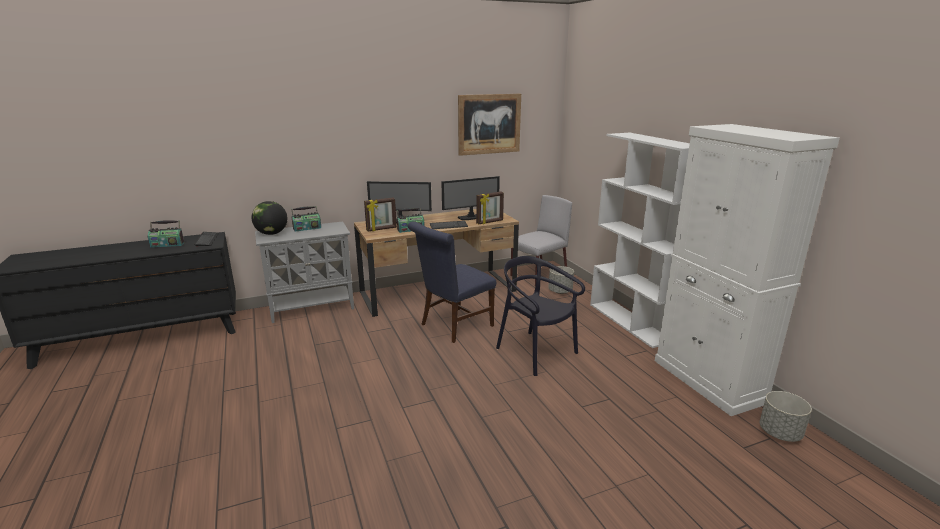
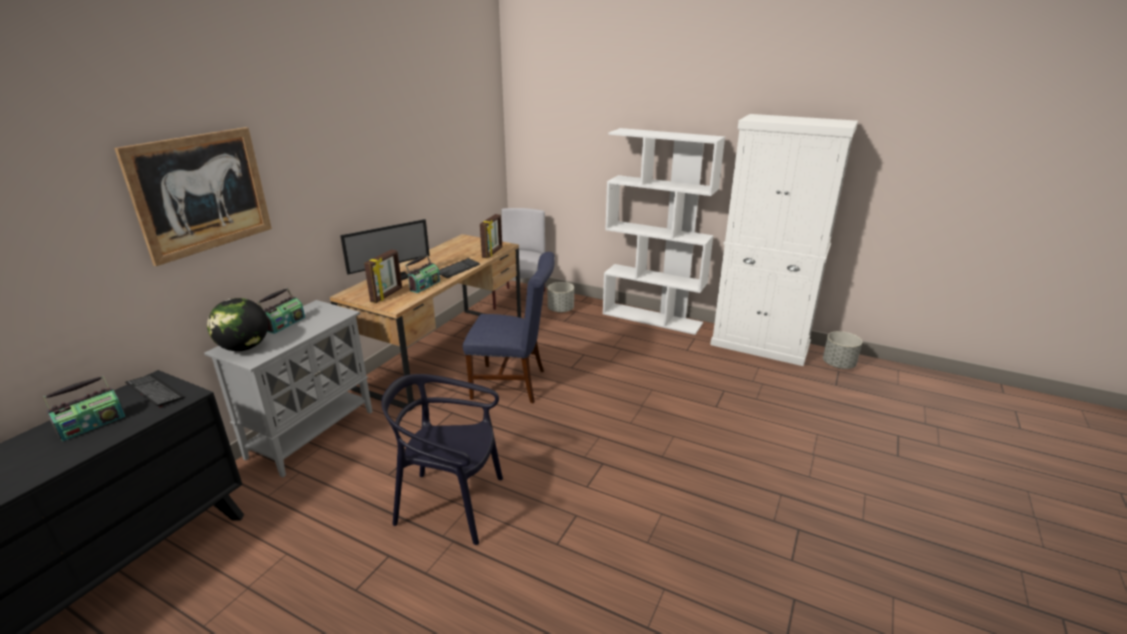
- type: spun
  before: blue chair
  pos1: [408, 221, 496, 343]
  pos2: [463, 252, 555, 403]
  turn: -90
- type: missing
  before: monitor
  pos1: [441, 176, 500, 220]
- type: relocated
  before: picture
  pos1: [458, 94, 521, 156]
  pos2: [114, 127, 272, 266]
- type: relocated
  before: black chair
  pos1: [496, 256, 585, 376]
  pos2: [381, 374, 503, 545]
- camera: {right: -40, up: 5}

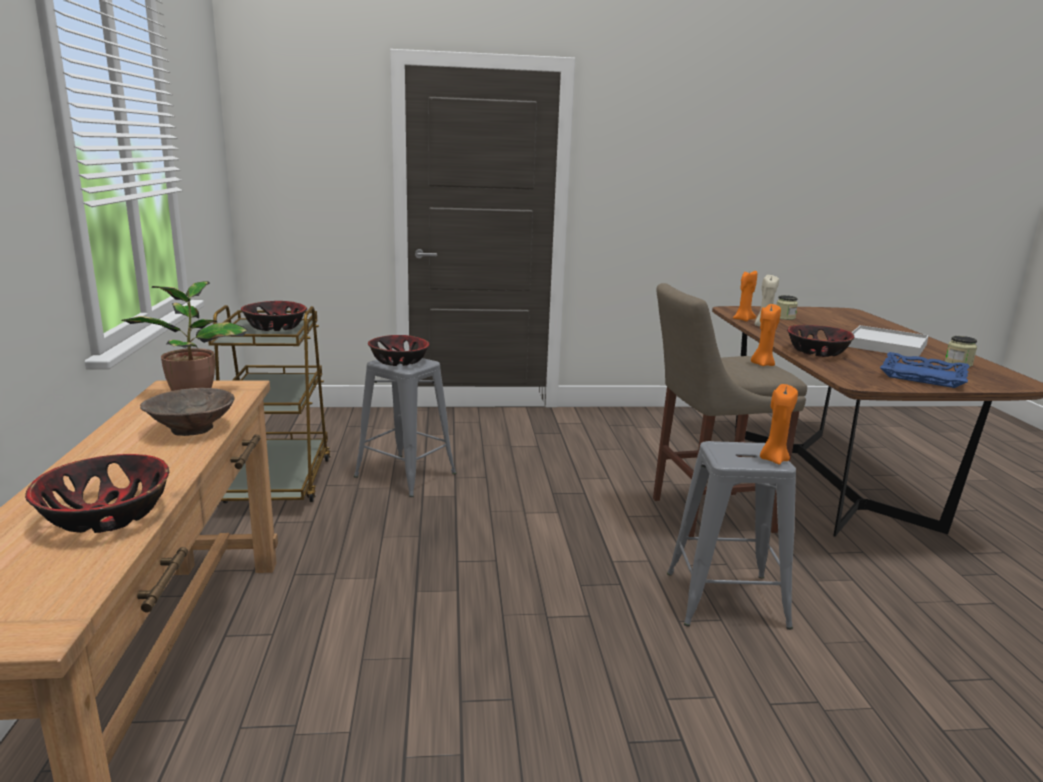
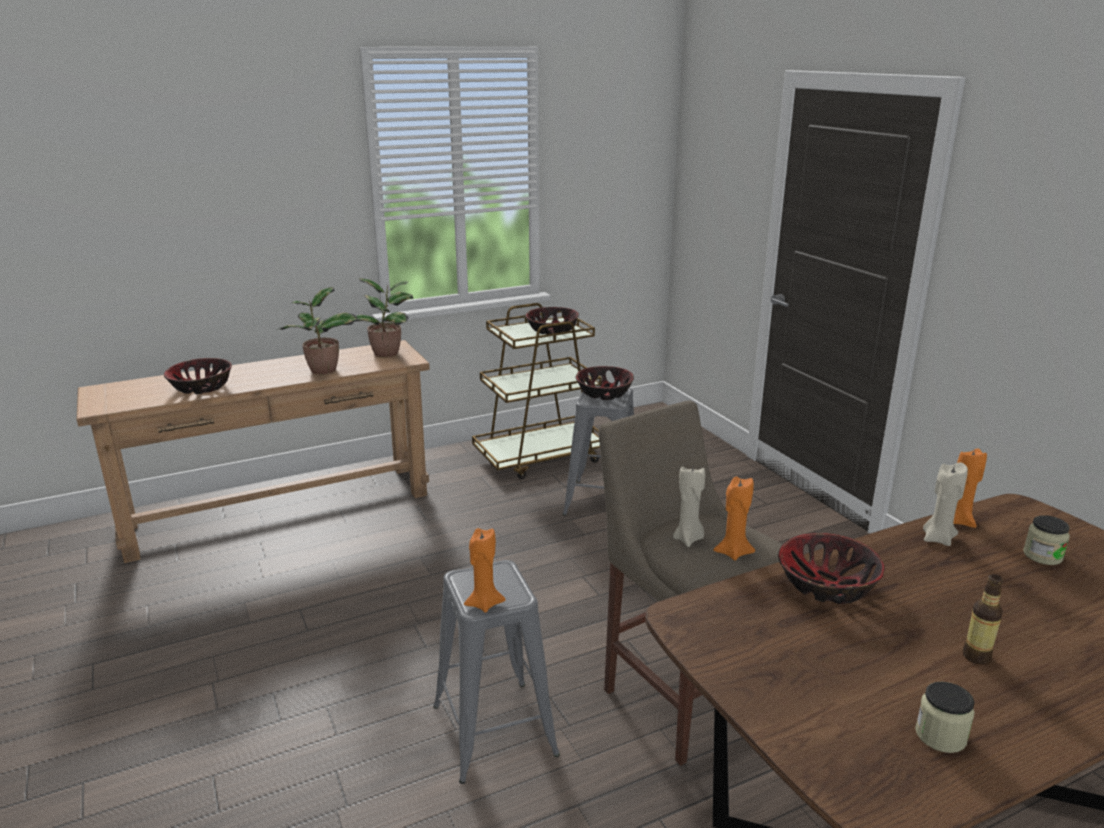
- type: exchanged
  before: brown bowl
  after: potted plant
  pos1: [140, 388, 235, 436]
  pos2: [278, 287, 357, 374]
- type: exchanged
  before: white tray
  after: bottle
  pos1: [846, 325, 929, 356]
  pos2: [963, 574, 1003, 665]
- type: missing
  before: blue tray
  pos1: [880, 352, 969, 388]
- type: appeared
  after: beige candle
  pos2: [673, 466, 705, 547]
- camera: {right: 70, up: 5}

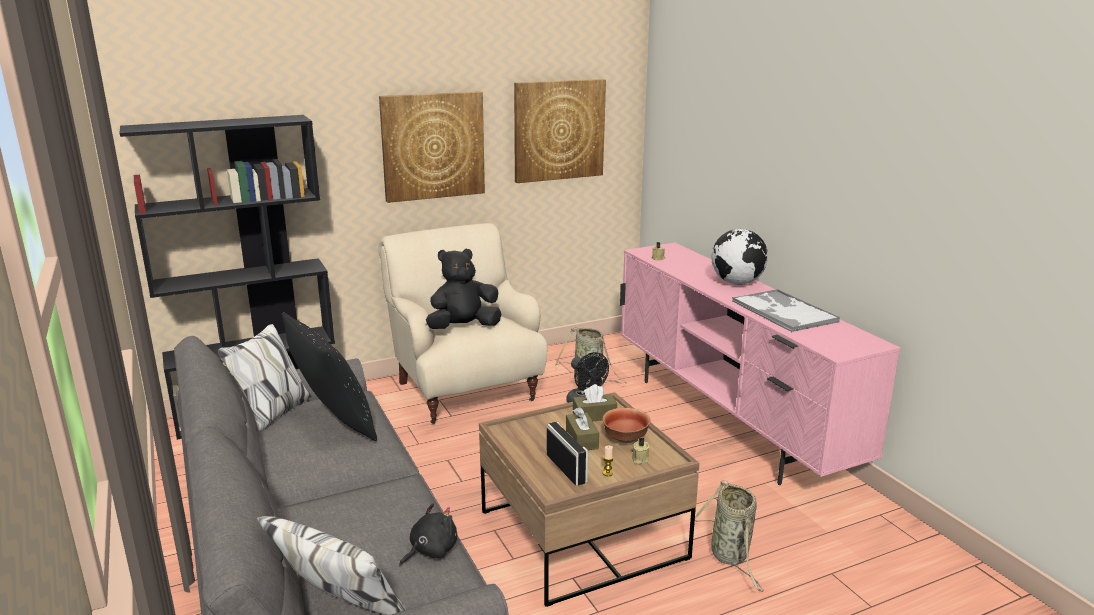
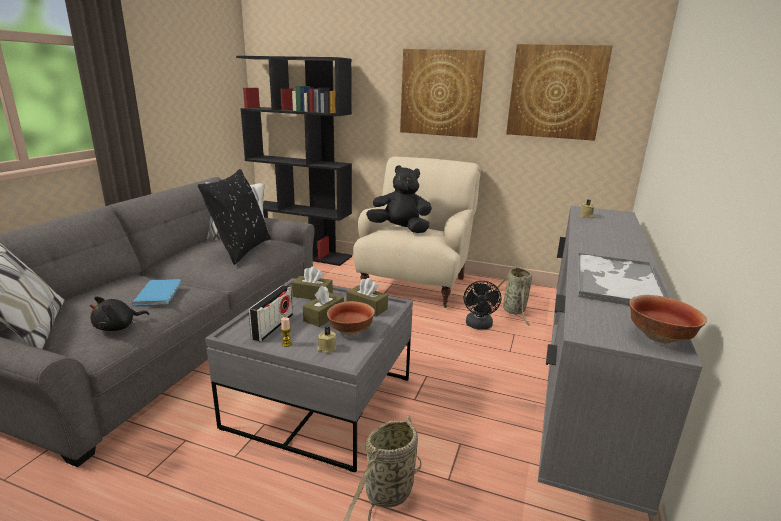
- type: spun
  before: black plush toy
  pos1: [399, 503, 457, 566]
  pos2: [89, 297, 149, 331]
  turn: 135
- type: colour
  before: brown coffee table
  after: grey coffee table
  pos1: [479, 392, 700, 607]
  pos2: [205, 278, 413, 473]
- type: colour
  before: pink tv stand
  after: grey tv stand
  pos1: [620, 243, 900, 485]
  pos2: [538, 206, 703, 516]
- type: missing
  before: globe
  pos1: [711, 229, 768, 285]
- type: appeared
  after: blue book
  pos2: [132, 279, 181, 306]
- type: appeared
  after: brown tissue box
  pos2: [292, 266, 333, 300]
- type: appeared
  after: bowl
  pos2: [629, 295, 707, 344]
- camera: {right: 45, up: 0}

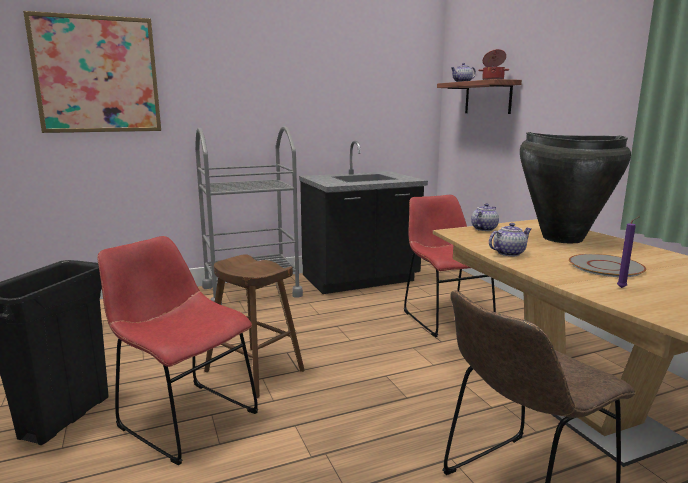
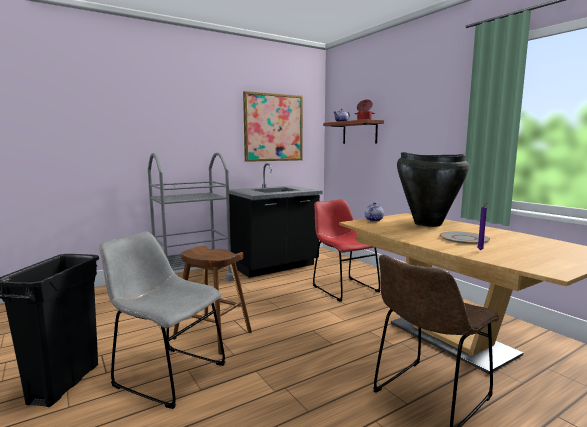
- type: relocated
  before: picture
  pos1: [23, 11, 161, 133]
  pos2: [243, 91, 303, 162]
- type: colour
  before: red chair
  after: grey chair
  pos1: [97, 236, 258, 465]
  pos2: [99, 231, 225, 409]
- type: missing
  before: teapot
  pos1: [489, 223, 531, 256]
- camera: {right: -10, up: -5}

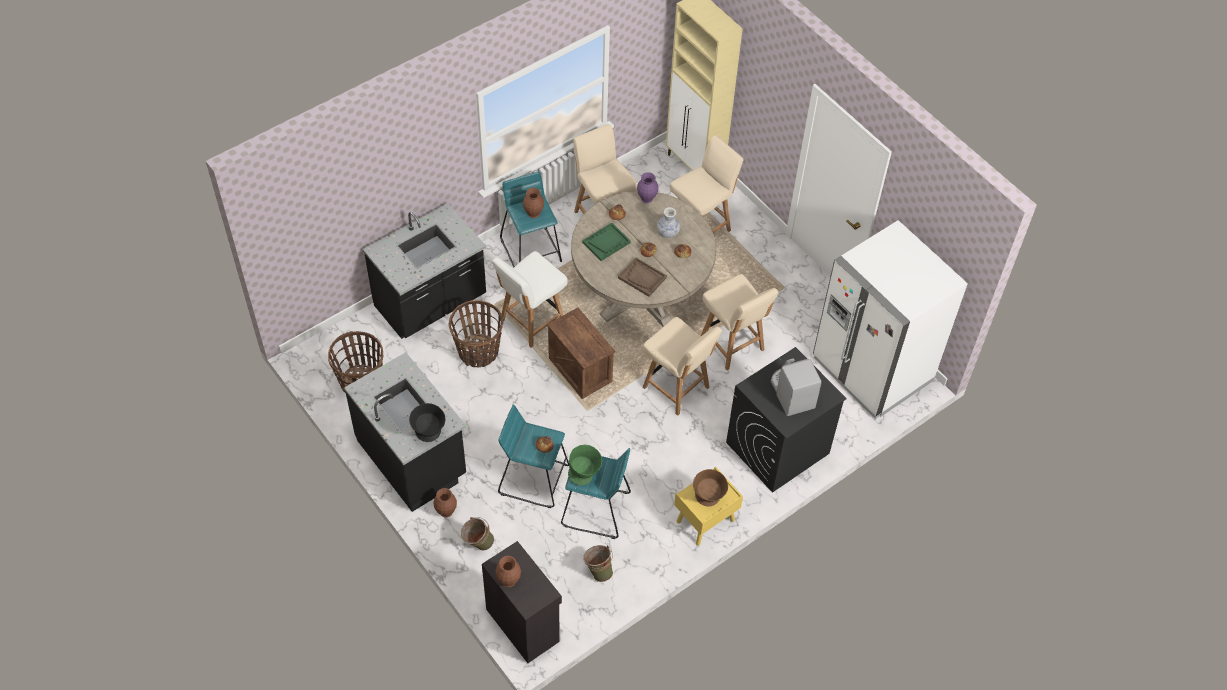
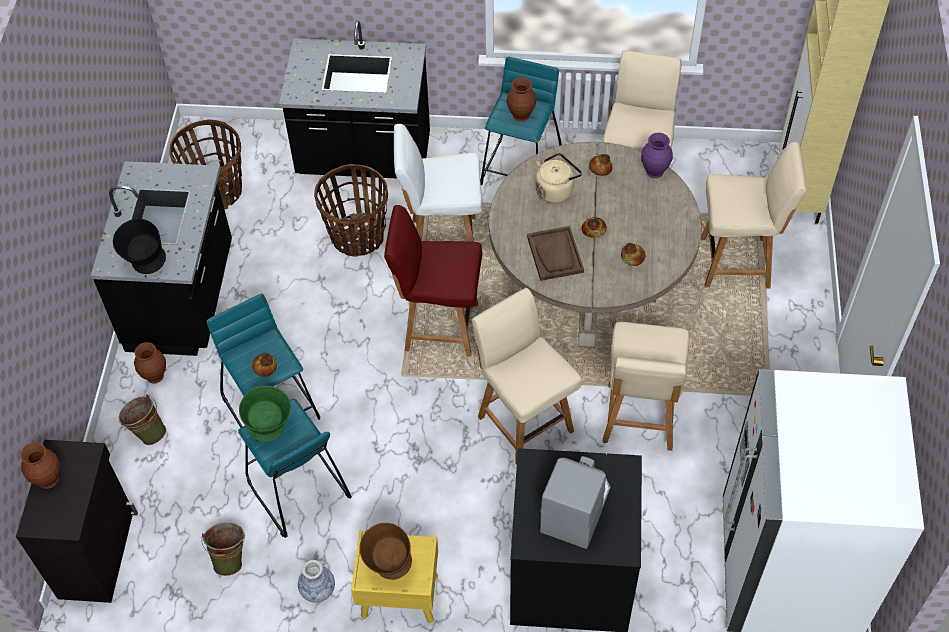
- type: exchanged
  before: crate
  after: red chair
  pos1: [547, 307, 615, 399]
  pos2: [384, 205, 482, 357]
- type: exchanged
  before: green tray
  after: beige kettle
  pos1: [582, 223, 631, 261]
  pos2: [536, 153, 582, 204]
- type: spun
  before: beige chair
  pos1: [643, 317, 722, 416]
  pos2: [472, 288, 582, 465]
  turn: 150
- type: relocated
  before: vase
  pos1: [657, 207, 680, 238]
  pos2: [298, 560, 335, 602]
- camera: {right: 45, up: 0}

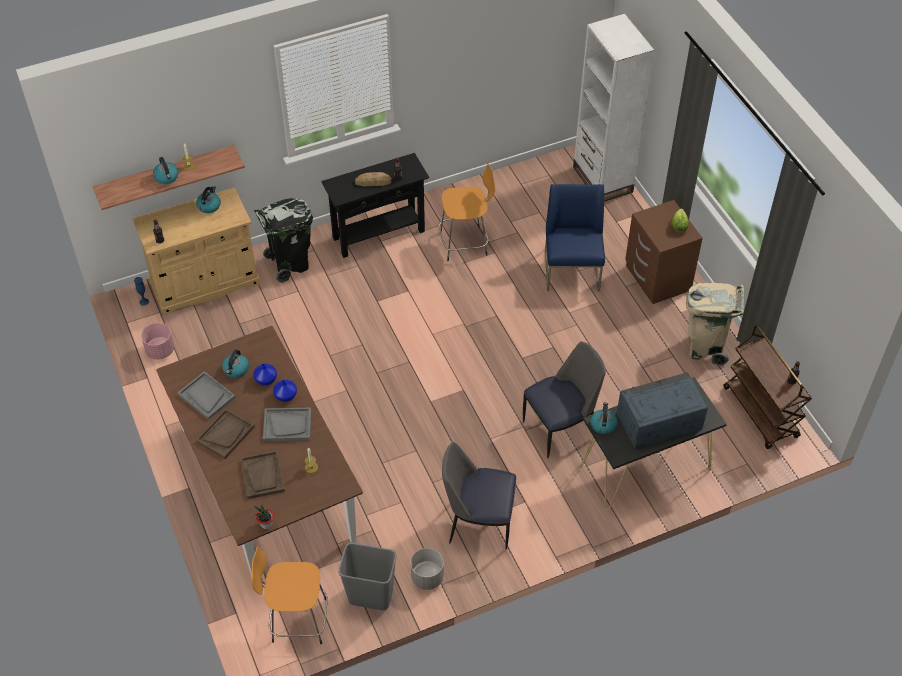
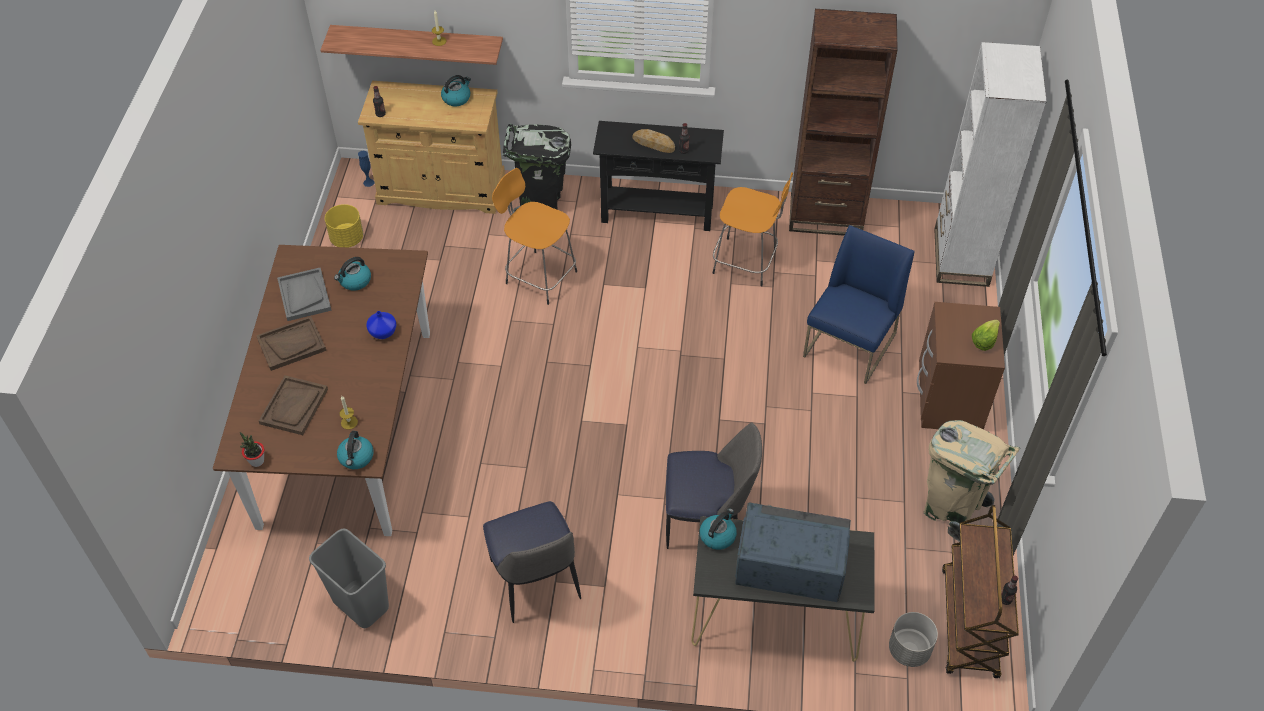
- type: colour
  before: pink planter
  after: yellow planter
  pos1: [141, 323, 174, 360]
  pos2: [325, 204, 364, 248]
- type: relocated
  before: kettle
  pos1: [153, 157, 178, 184]
  pos2: [337, 431, 374, 469]
- type: relocated
  before: orange stool
  pos1: [252, 546, 328, 644]
  pos2: [492, 168, 577, 305]
- type: missing
  before: blue vase
  pos1: [253, 364, 277, 386]
- type: missing
  before: grey tray
  pos1: [263, 408, 311, 441]
- type: relocated
  before: grey planter
  pos1: [410, 548, 444, 590]
  pos2: [889, 612, 938, 667]
- type: spun
  before: chair
  pos1: [442, 442, 516, 550]
  pos2: [483, 501, 581, 623]
  turn: -150
- type: appeared
  after: brown bookcase
  pos2: [789, 9, 898, 236]
- camera: {right: 30, up: 0}

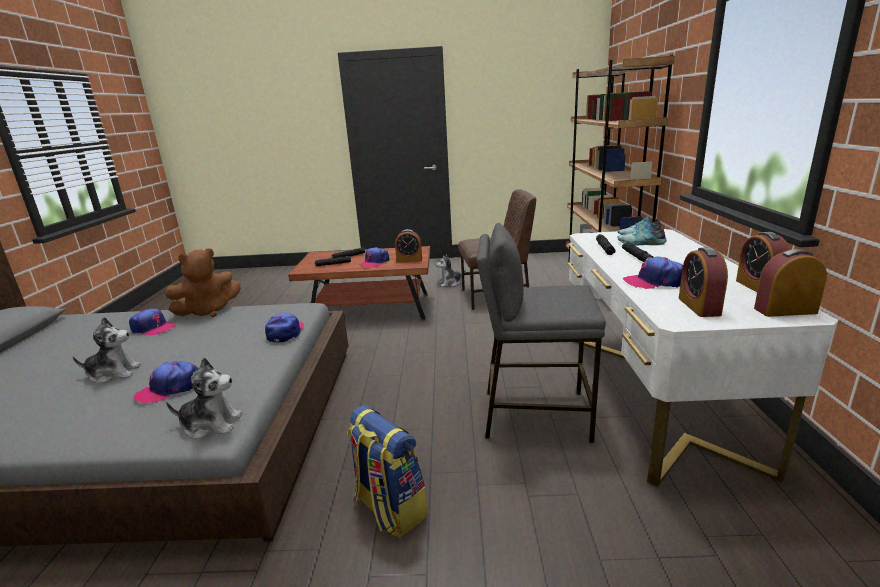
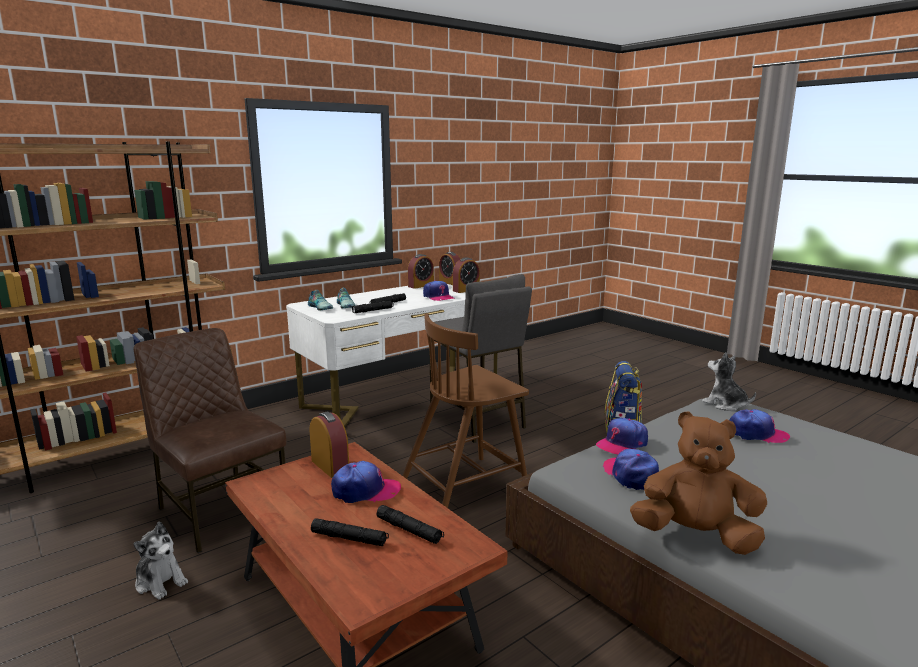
- type: missing
  before: plush toy
  pos1: [72, 317, 141, 383]
- type: relocated
  before: cap
  pos1: [129, 309, 176, 335]
  pos2: [602, 449, 659, 490]
- type: appeared
  after: brown chair
  pos2: [403, 313, 529, 508]
- camera: {right: -130, up: -5}

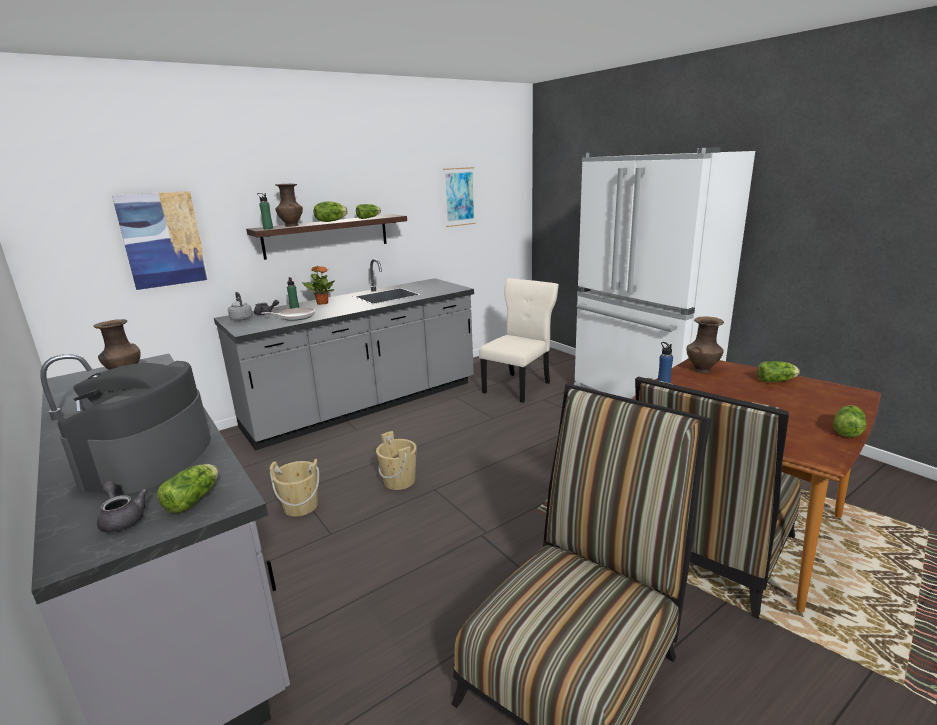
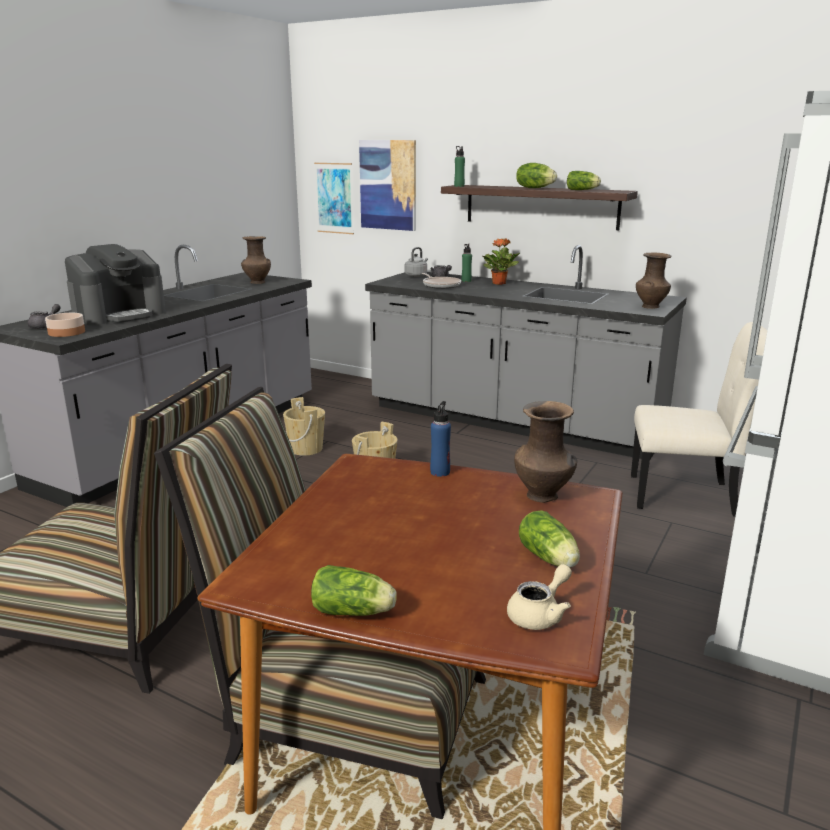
- type: spun
  before: coffee machine
  pos1: [58, 361, 211, 494]
  pos2: [65, 244, 166, 325]
  turn: 150
- type: exchanged
  before: lettuce
  after: bowl
  pos1: [157, 464, 218, 513]
  pos2: [45, 313, 85, 337]
- type: relocated
  before: brown vase
  pos1: [275, 184, 303, 227]
  pos2: [636, 253, 671, 309]
- type: relocated
  before: picture
  pos1: [443, 167, 476, 227]
  pos2: [314, 163, 354, 234]
- type: appeared
  after: beige teapot
  pos2: [507, 564, 572, 630]
- camera: {right: 65, up: 0}

